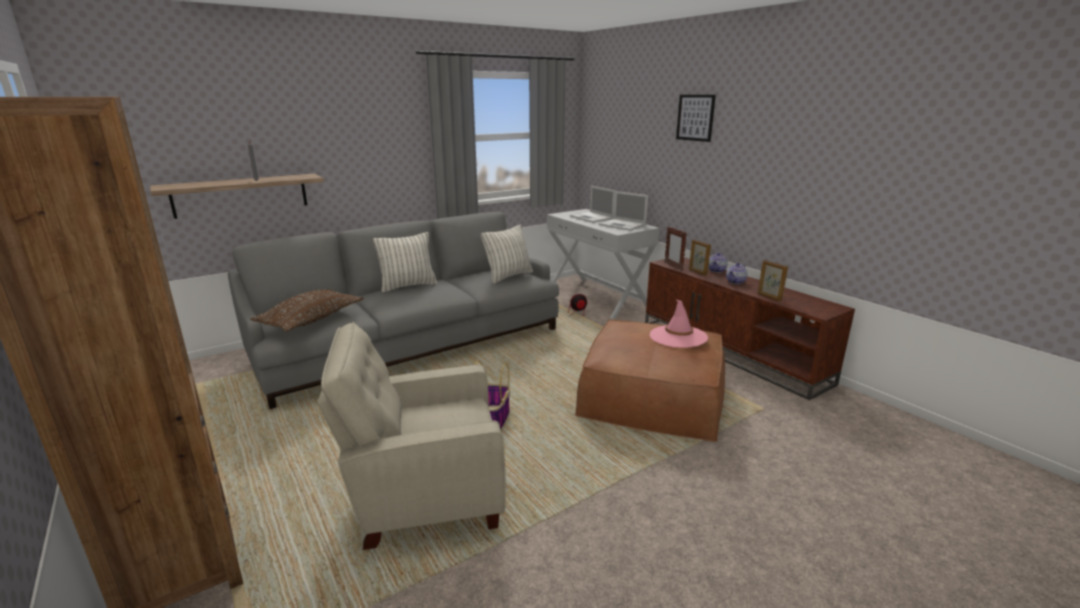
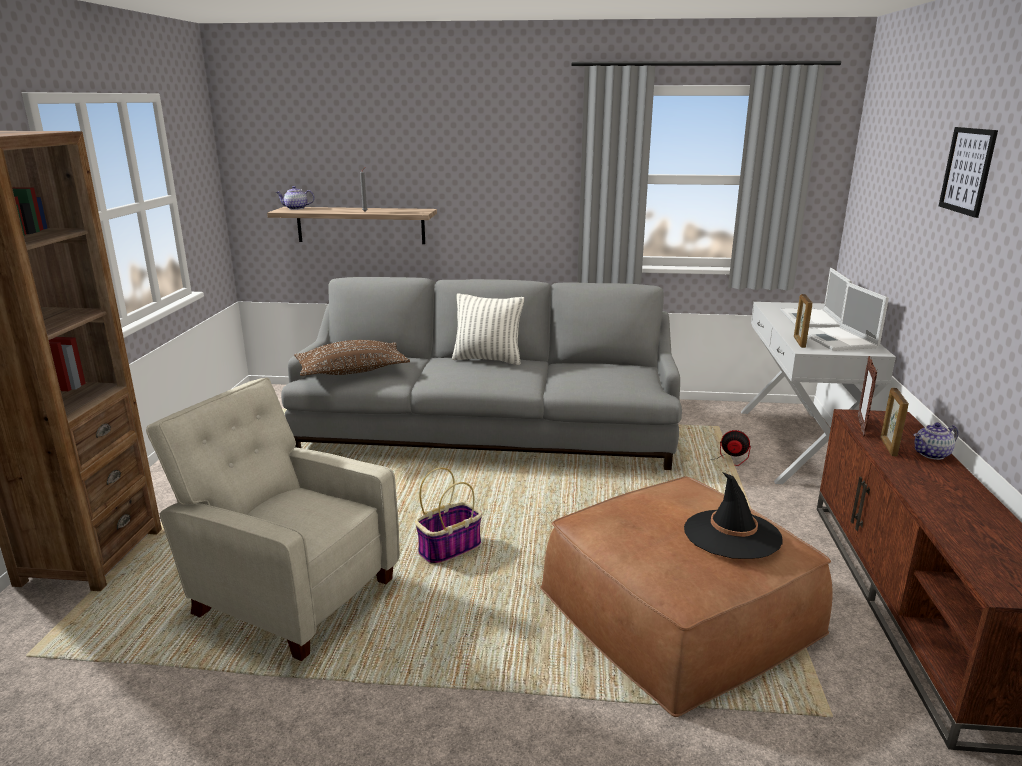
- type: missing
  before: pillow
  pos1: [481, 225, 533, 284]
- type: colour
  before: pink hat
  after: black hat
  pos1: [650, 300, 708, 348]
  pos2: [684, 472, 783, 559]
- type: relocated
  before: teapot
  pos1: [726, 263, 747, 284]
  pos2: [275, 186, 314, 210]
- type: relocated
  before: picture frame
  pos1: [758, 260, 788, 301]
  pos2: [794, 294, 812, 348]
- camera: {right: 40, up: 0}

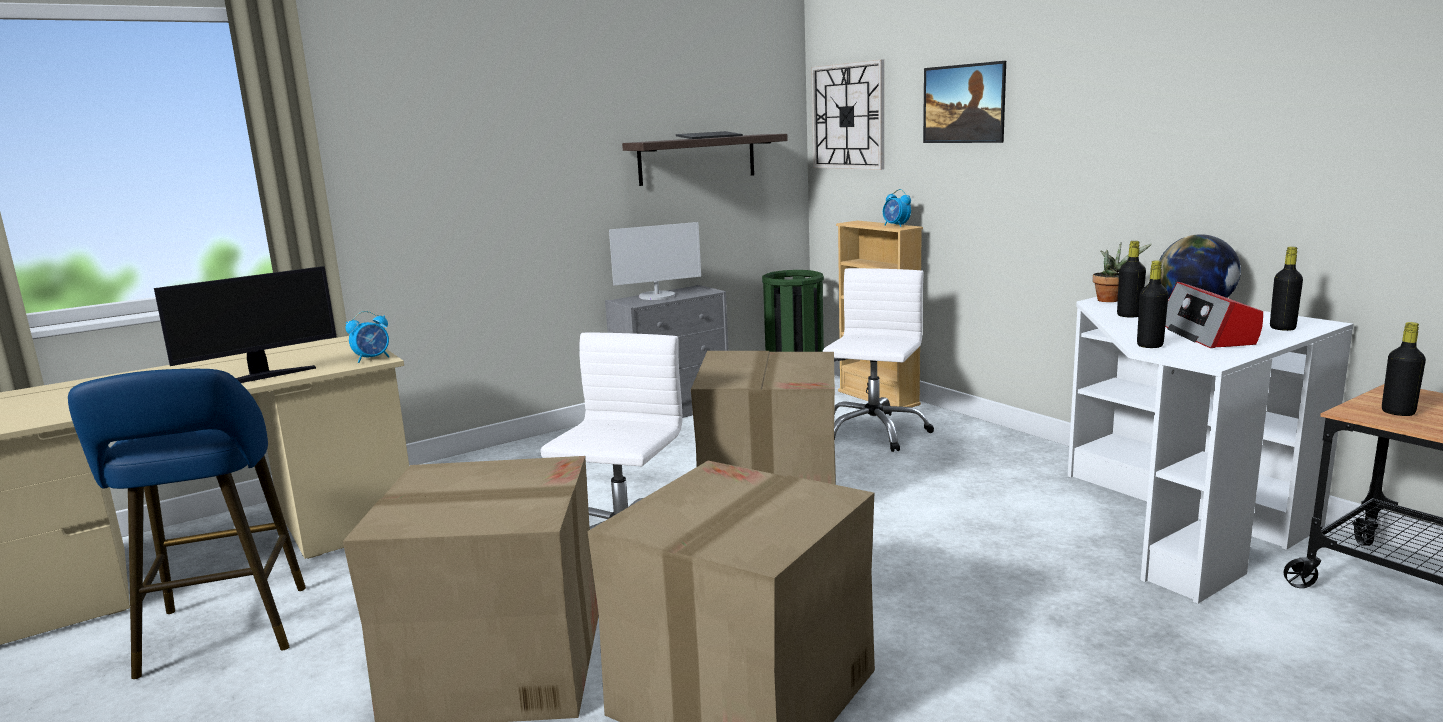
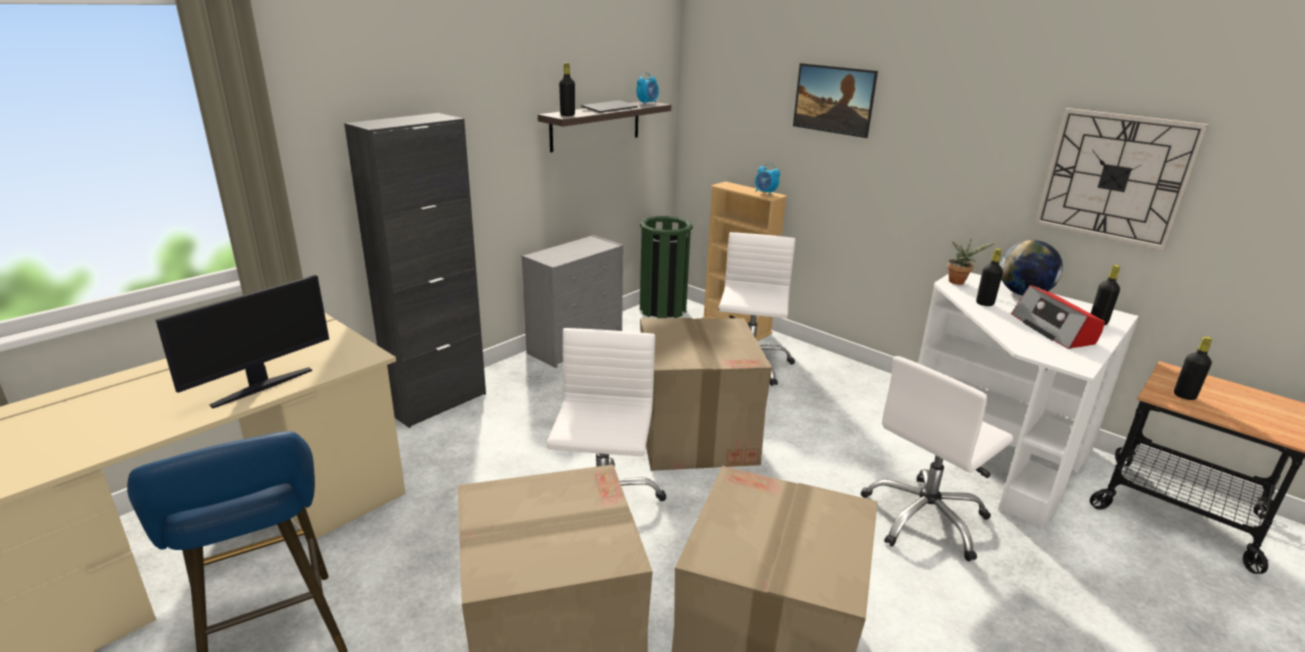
- type: relocated
  before: alarm clock
  pos1: [346, 311, 389, 363]
  pos2: [636, 72, 659, 105]
- type: missing
  before: monitor
  pos1: [609, 222, 701, 300]
- type: relocated
  before: wall clock
  pos1: [811, 60, 884, 170]
  pos2: [1034, 108, 1209, 251]
- type: relocated
  before: black bottle
  pos1: [1137, 260, 1169, 348]
  pos2: [559, 63, 575, 116]
- type: appeared
  after: black cabinet
  pos2: [344, 113, 486, 428]
- type: appeared
  after: white office chair
  pos2: [861, 356, 1014, 561]
- camera: {right: -15, up: 10}

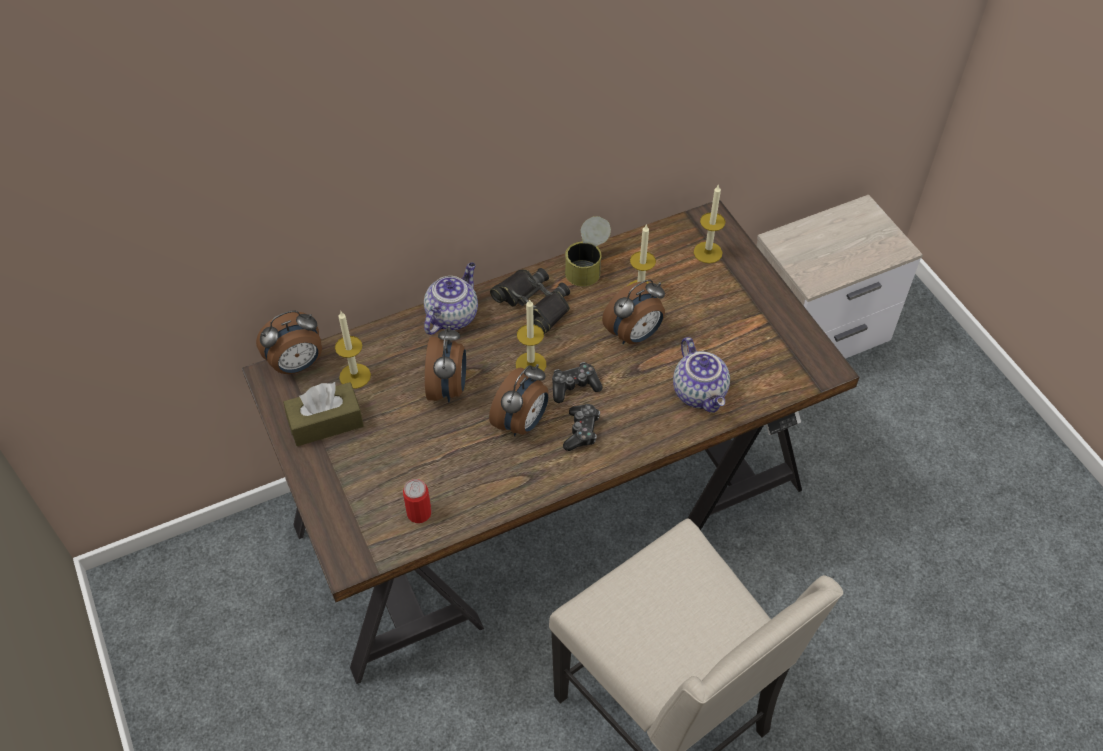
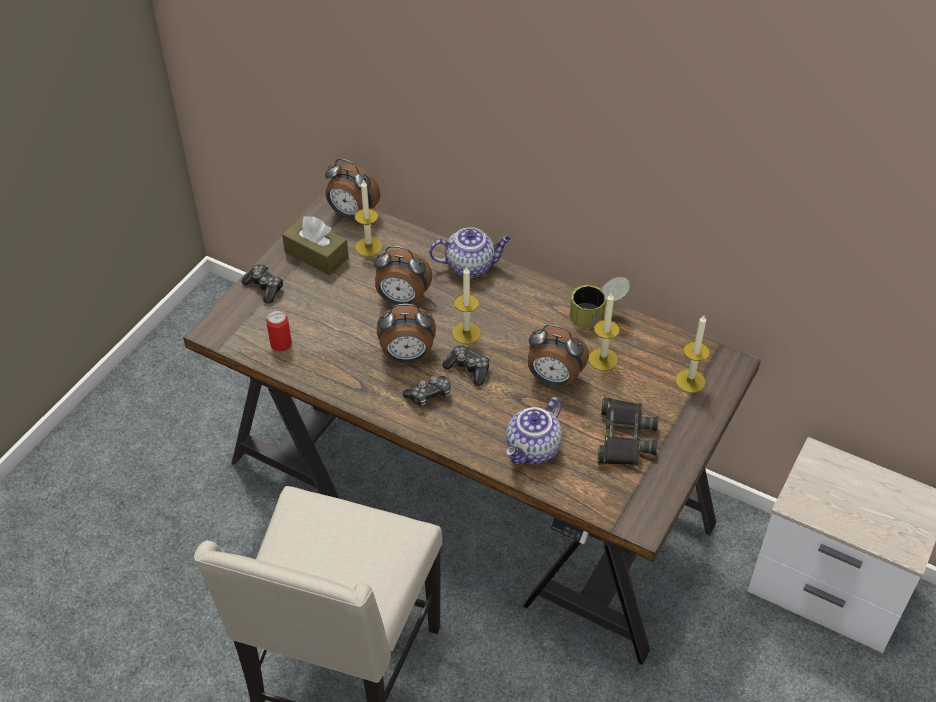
- type: spun
  before: alarm clock
  pos1: [425, 326, 466, 403]
  pos2: [374, 246, 433, 306]
  turn: 45
- type: relocated
  before: black binoculars
  pos1: [490, 268, 570, 334]
  pos2: [597, 398, 658, 465]
- type: appeared
  after: game controller
  pos2: [241, 264, 283, 304]
- camera: {right: 55, up: -5}

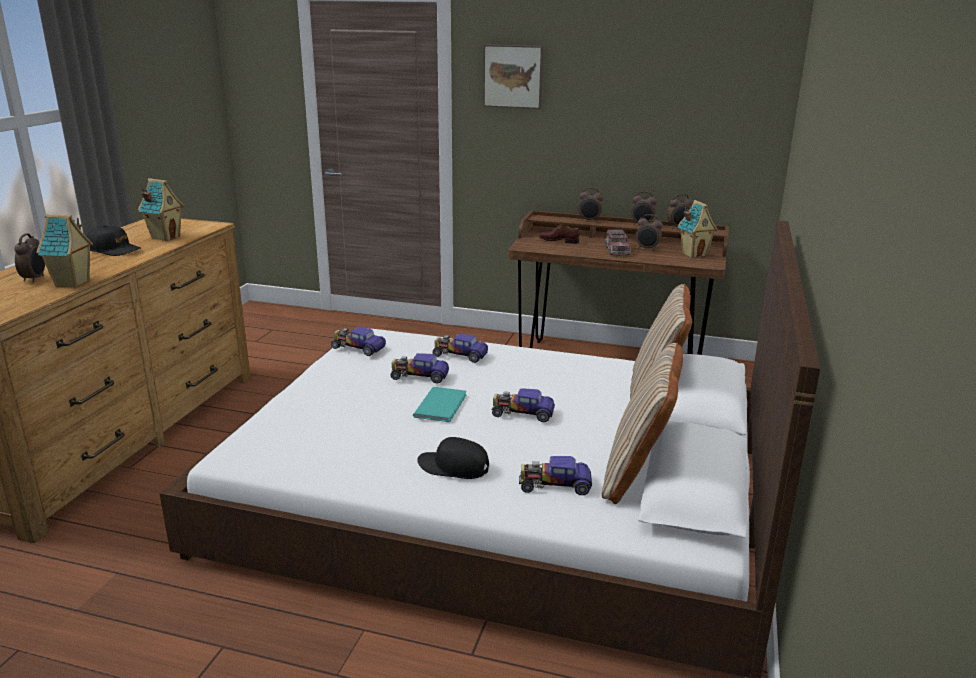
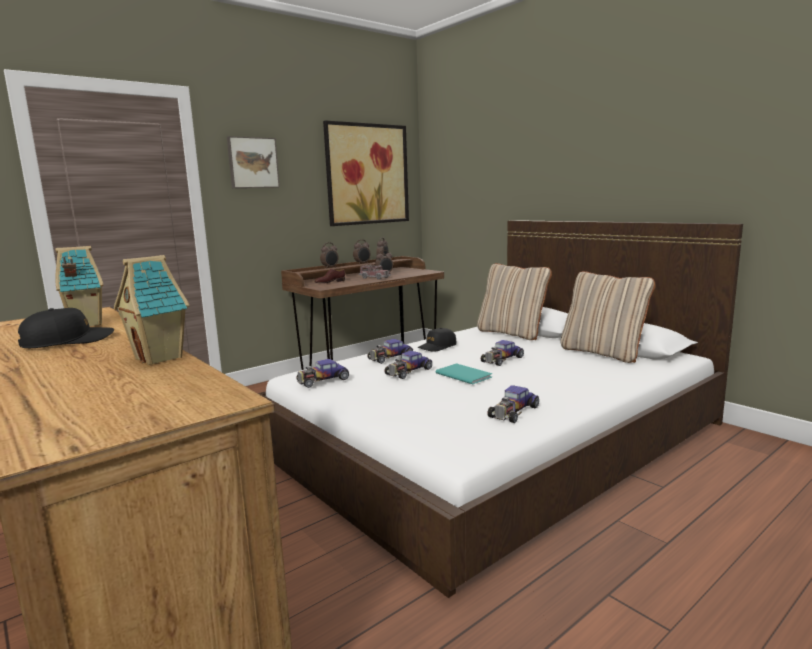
- type: missing
  before: alarm clock
  pos1: [14, 234, 45, 282]
- type: relocated
  before: black cap
  pos1: [417, 437, 489, 479]
  pos2: [418, 328, 457, 352]
- type: relocated
  before: toy car
  pos1: [519, 456, 592, 495]
  pos2: [487, 385, 539, 423]
- type: missing
  before: toy house
  pos1: [677, 200, 718, 258]
- type: appeared
  after: picture
  pos2: [323, 120, 409, 226]
- camera: {right: -55, up: -10}

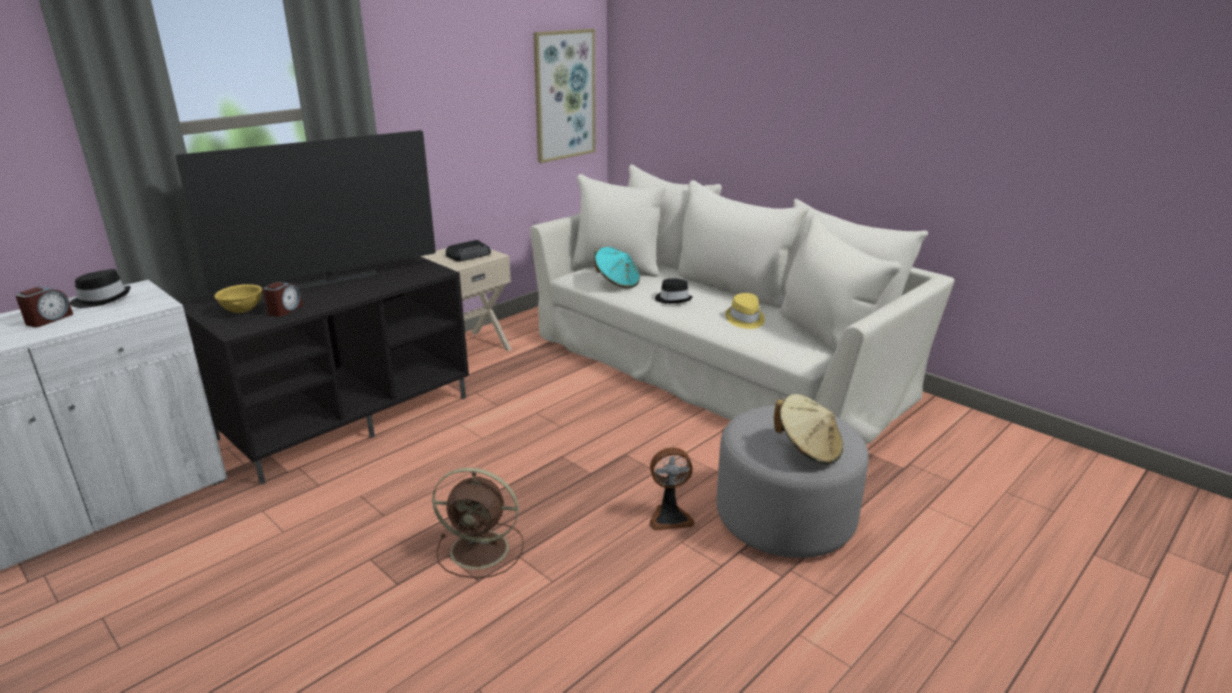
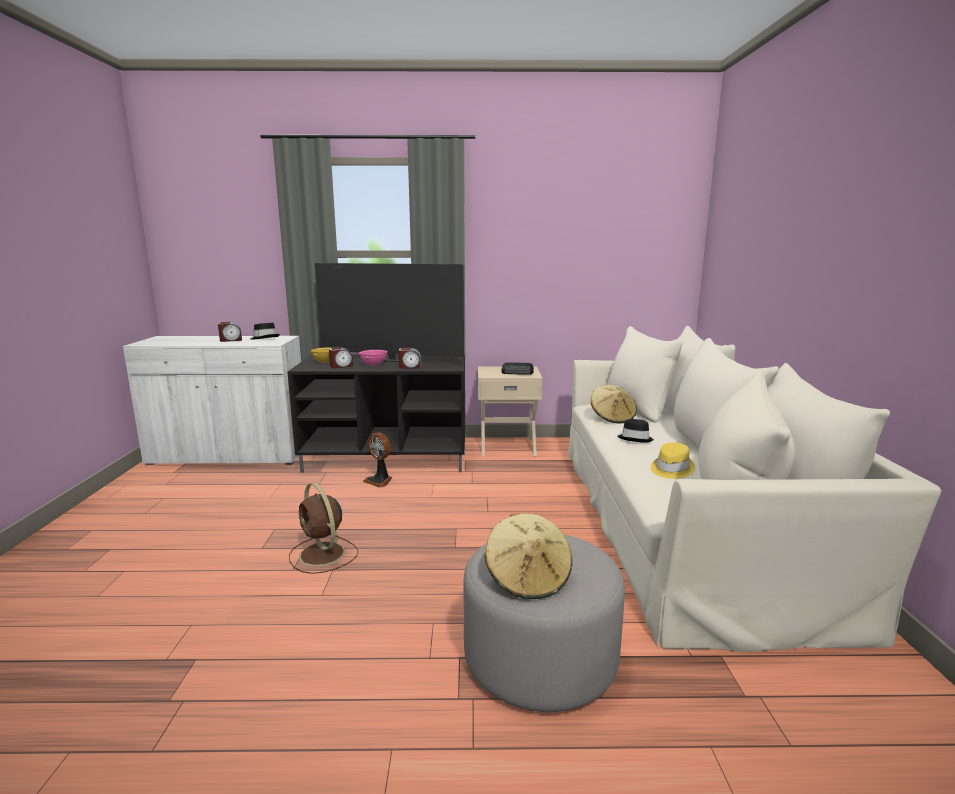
- type: missing
  before: picture
  pos1: [533, 29, 596, 163]
- type: colour
  before: turquoise hat
  after: beige hat
  pos1: [594, 247, 640, 289]
  pos2: [591, 385, 637, 423]
- type: relocated
  before: fan
  pos1: [649, 447, 695, 530]
  pos2: [363, 433, 392, 488]
- type: appeared
  after: pink bowl
  pos2: [359, 350, 387, 366]
- type: appeared
  after: alarm clock
  pos2: [399, 348, 421, 368]
- camera: {right: 45, up: -10}

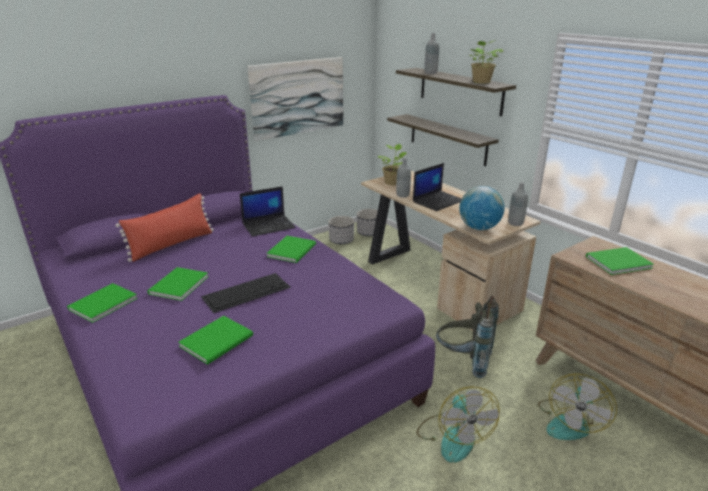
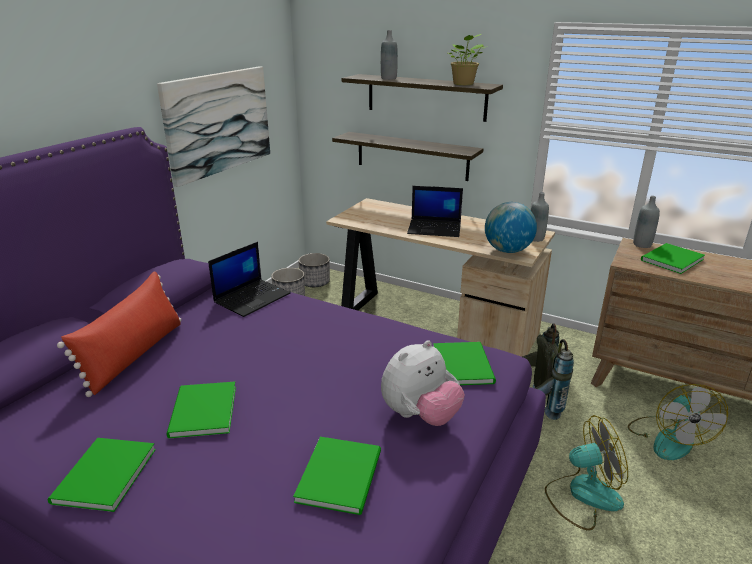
- type: missing
  before: keyboard
  pos1: [201, 273, 291, 313]
- type: relocated
  before: green book
  pos1: [267, 236, 316, 263]
  pos2: [433, 342, 496, 385]
- type: missing
  before: potted plant
  pos1: [378, 144, 407, 185]
- type: relocated
  before: grey bottle
  pos1: [396, 159, 411, 198]
  pos2: [633, 196, 660, 248]
- type: spun
  before: laptop
  pos1: [413, 163, 462, 211]
  pos2: [407, 186, 463, 237]
  turn: 75
- type: spun
  before: fan
  pos1: [417, 386, 500, 463]
  pos2: [545, 415, 628, 531]
  turn: -60
- type: appeared
  after: plush toy
  pos2: [381, 340, 465, 426]
- camera: {right: -25, up: 0}

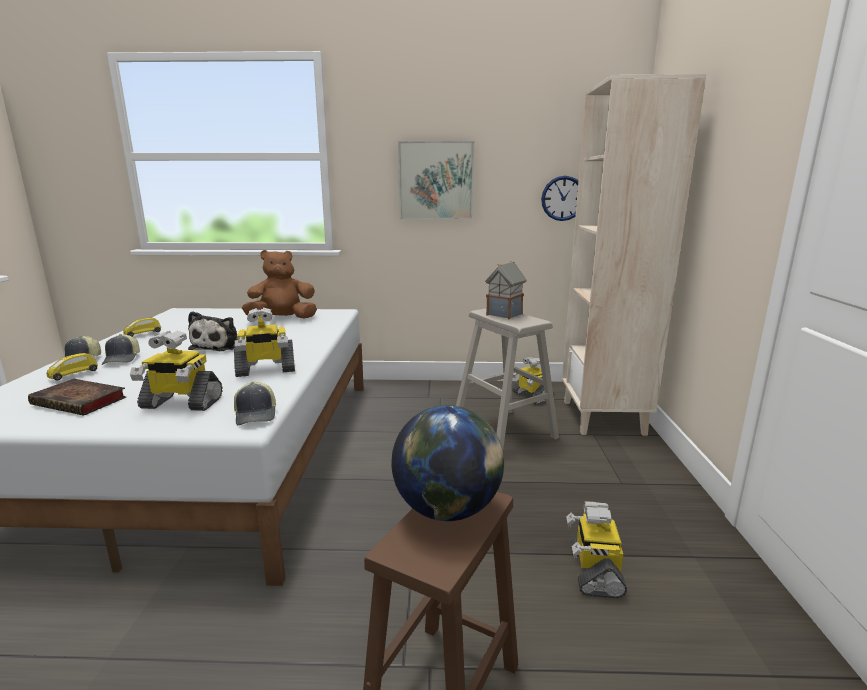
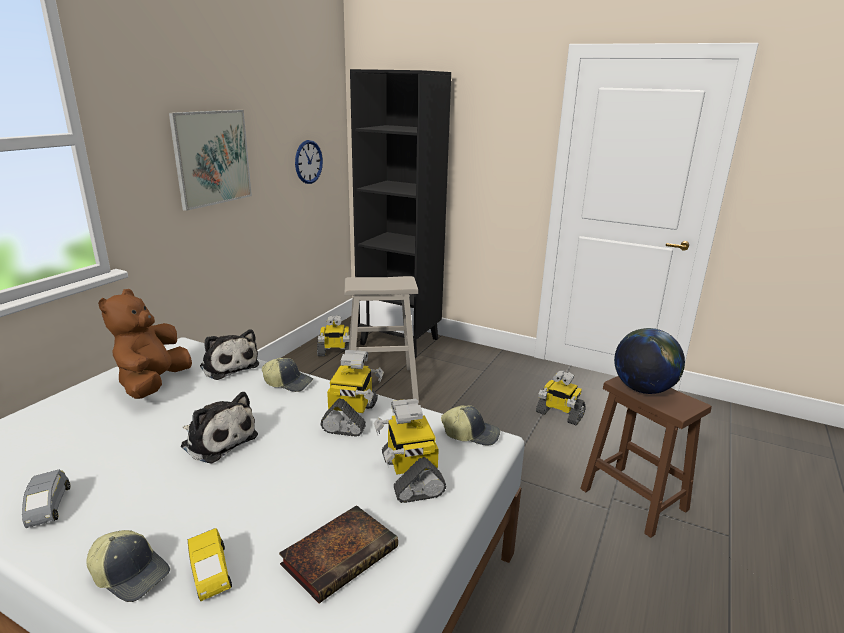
- type: relocated
  before: cap
  pos1: [101, 334, 140, 365]
  pos2: [262, 358, 313, 392]
- type: colour
  before: yellow toy car
  after: grey toy car
  pos1: [123, 318, 161, 337]
  pos2: [22, 469, 71, 528]
- type: spun
  before: toy robot
  pos1: [130, 331, 223, 411]
  pos2: [374, 399, 446, 503]
  turn: 135
- type: missing
  before: toy house
  pos1: [485, 261, 527, 319]
- type: colour
  before: beige bookcase
  after: black bookcase
  pos1: [562, 74, 706, 436]
  pos2: [350, 69, 451, 358]
- type: appeared
  after: plush toy
  pos2: [200, 329, 259, 380]
- camera: {right: -65, up: 5}

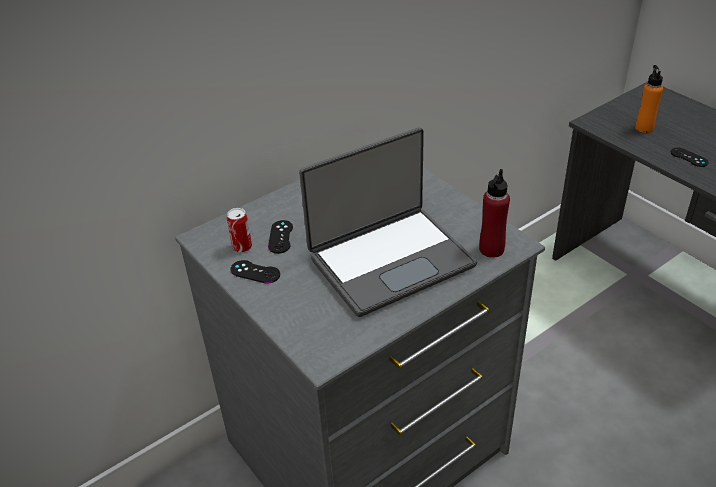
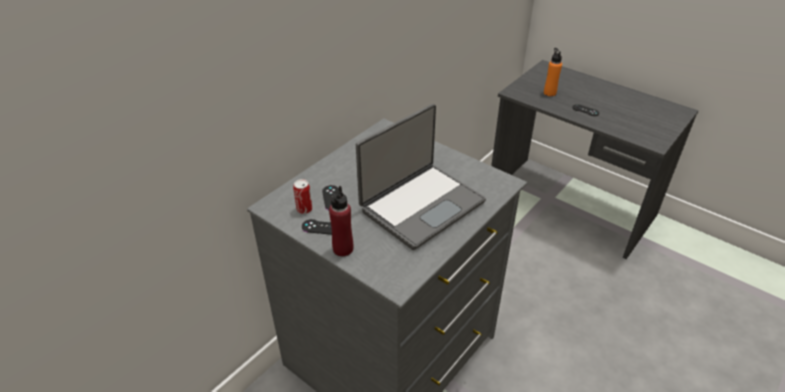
- type: relocated
  before: red bottle
  pos1: [479, 169, 510, 258]
  pos2: [329, 186, 353, 256]
- camera: {right: -15, up: 0}

